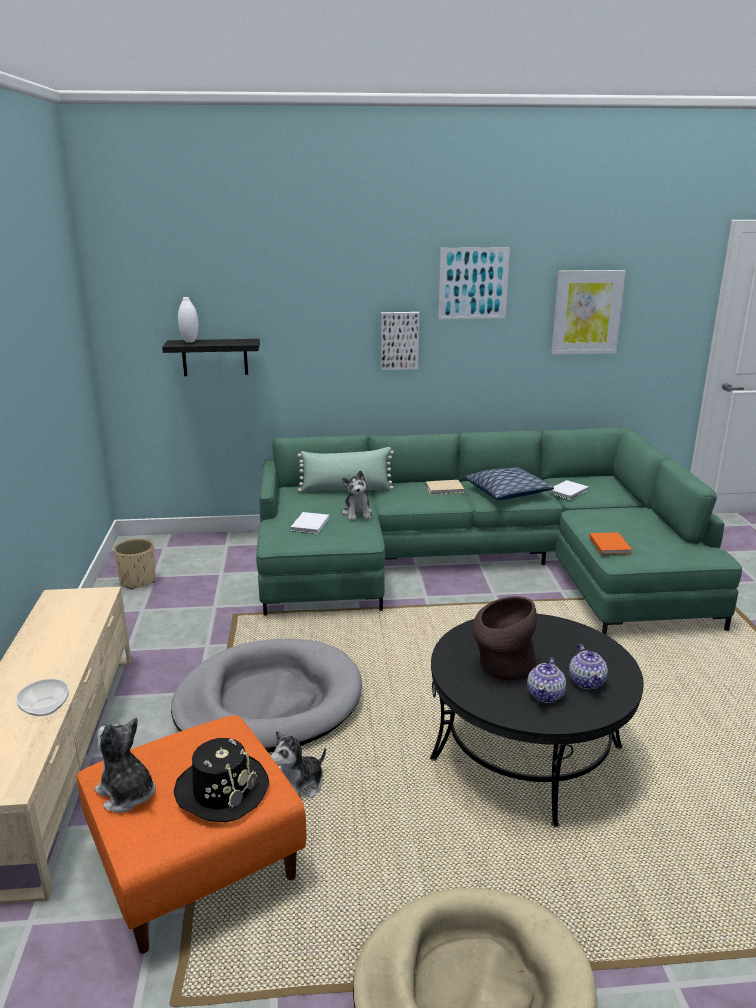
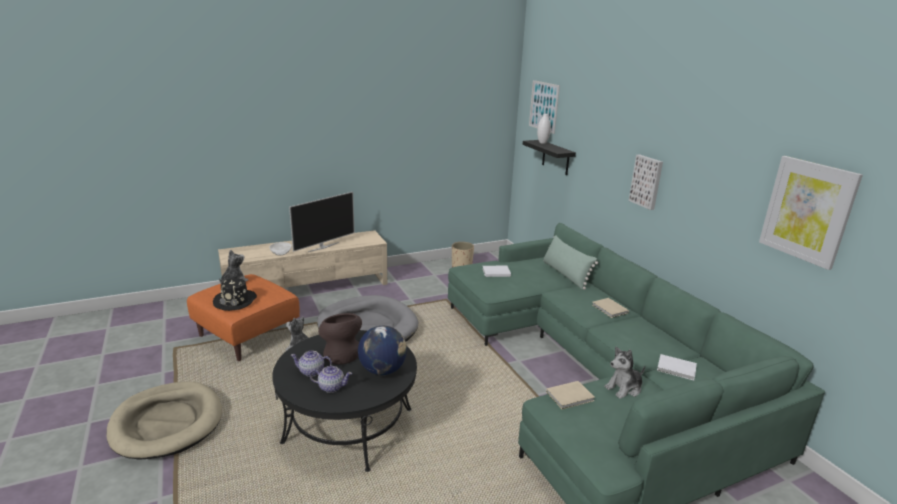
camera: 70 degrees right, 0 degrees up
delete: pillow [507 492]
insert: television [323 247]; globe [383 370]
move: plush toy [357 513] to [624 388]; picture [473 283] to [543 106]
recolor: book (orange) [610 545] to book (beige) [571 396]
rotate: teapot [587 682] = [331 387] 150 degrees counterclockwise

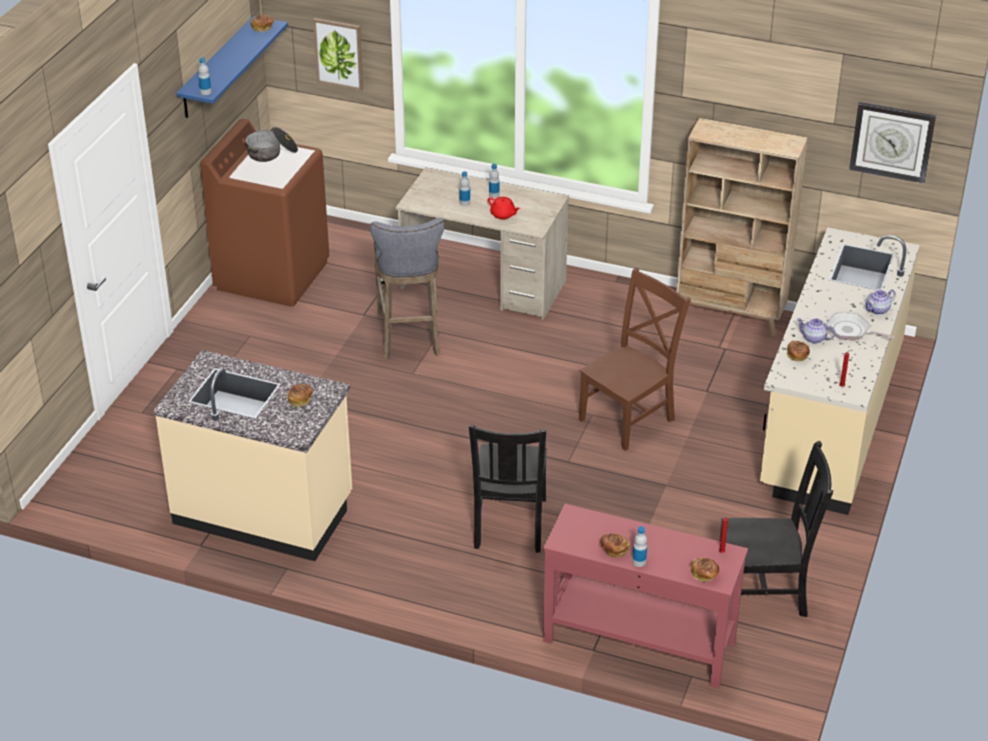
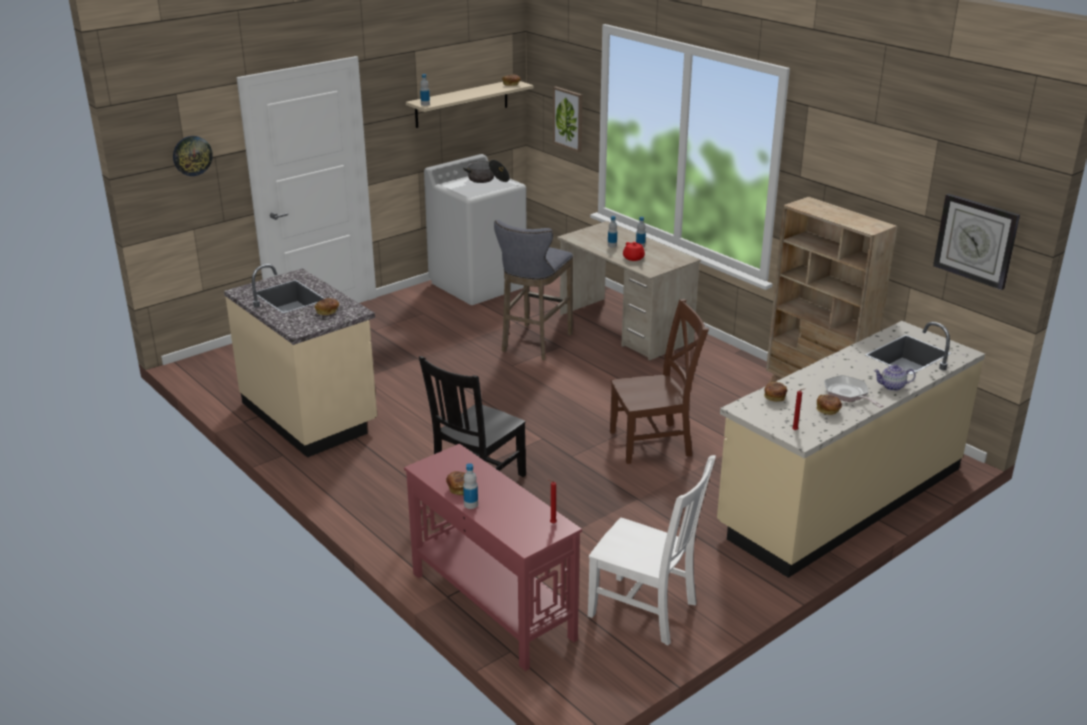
camera: 30 degrees right, 10 degrees down
delete: teapot [813 338]
insert: wall clock [192 155]
move: bread [704 575] to [828 410]
recolor: shelf (blue) [217 68] to shelf (beige) [462 103]; washing machine (brown) [272 275] to washing machine (white) [478 284]; chair (black) [765 593] to chair (white) [646 611]

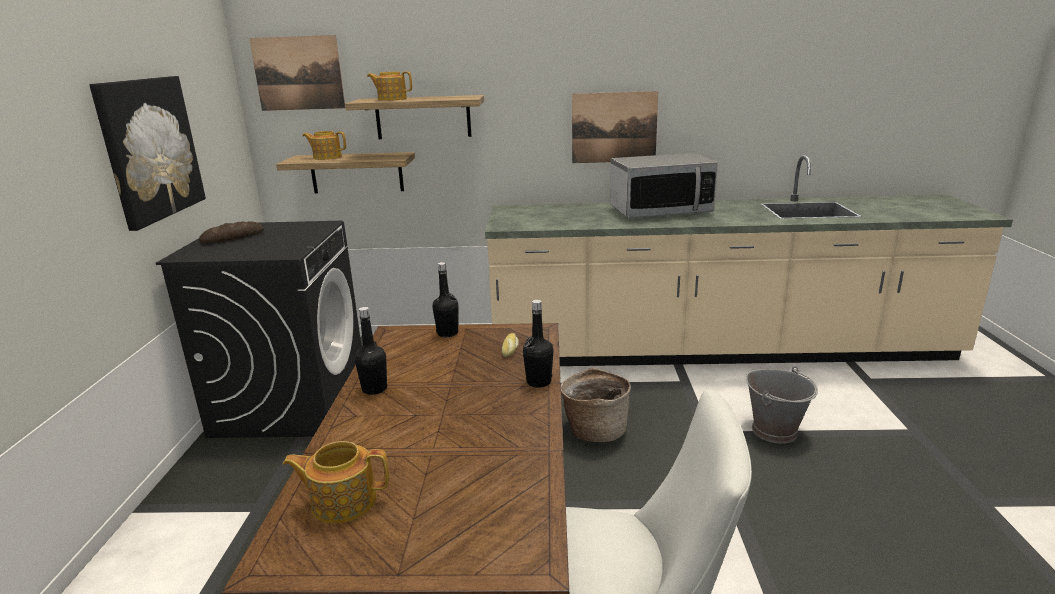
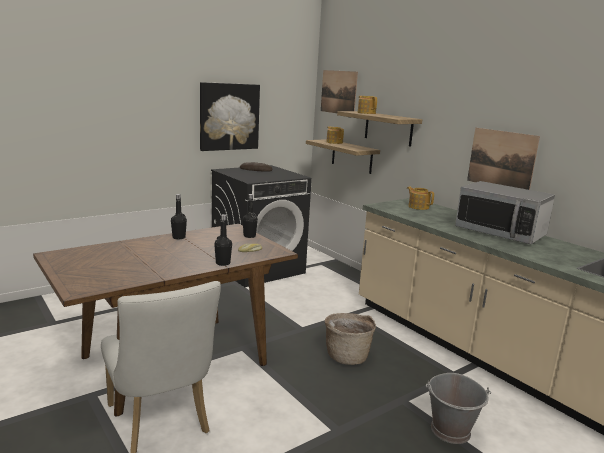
camera: 50 degrees right, 5 degrees down
move: teapot [342 501] to [418 207]

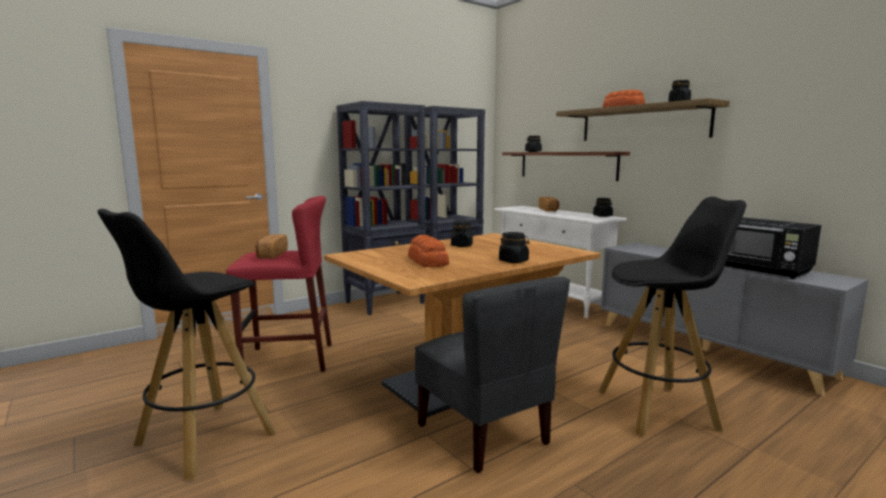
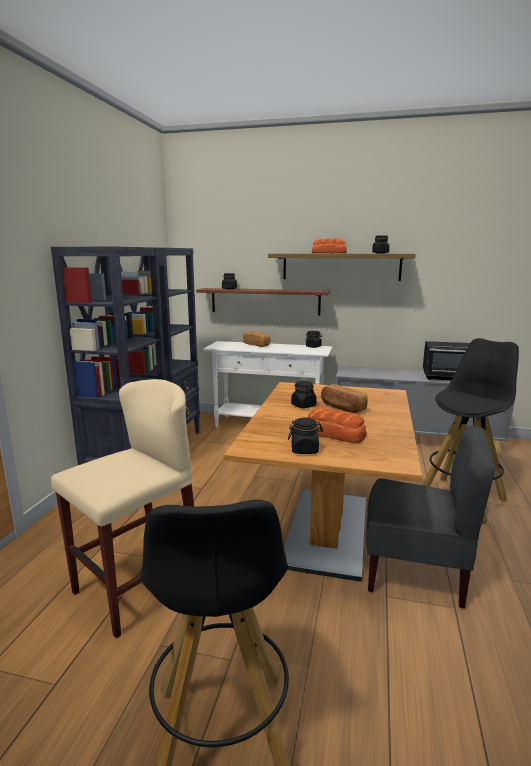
camera: 40 degrees left, 5 degrees up
move: bread [271 255] to [342 408]; jar (black) [513 261] to [305 450]
recolor: stool (red) [288 359] to stool (beige) [138 587]

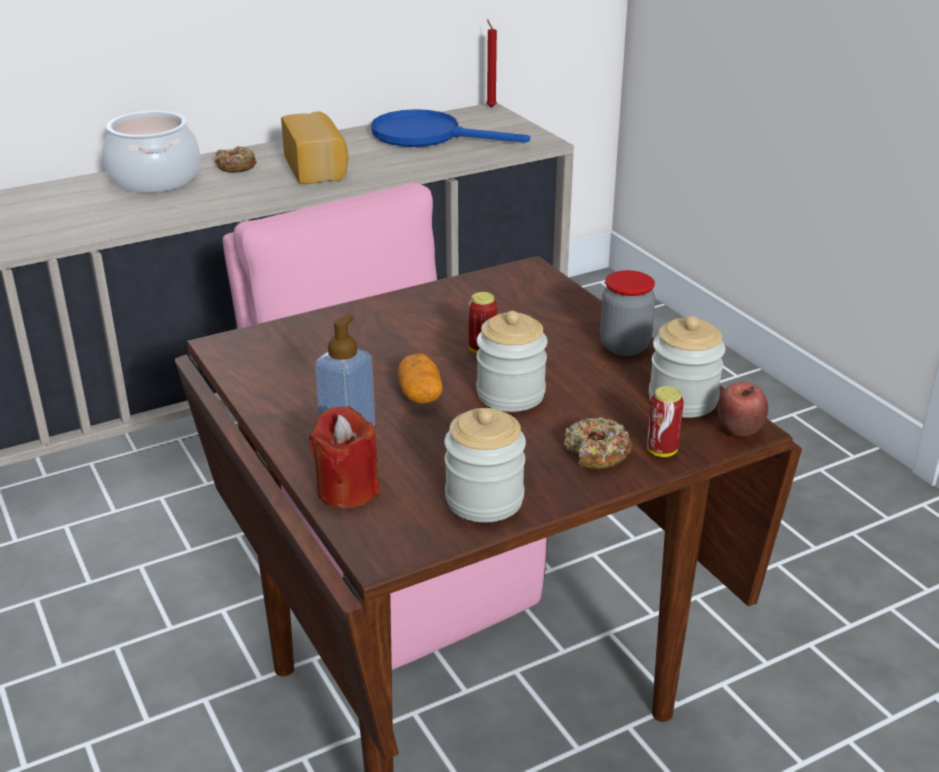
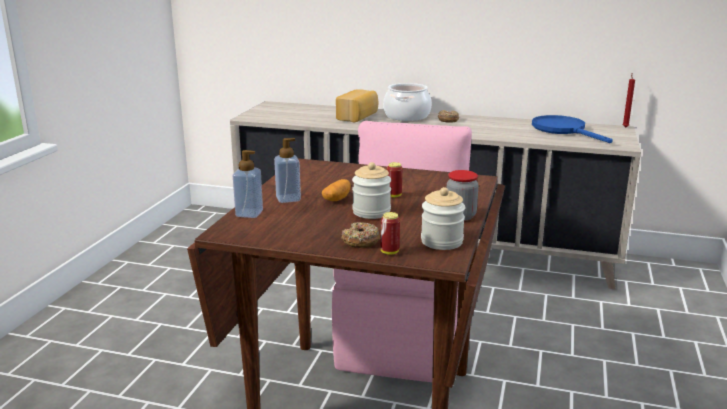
camera: 45 degrees right, 10 degrees down
delete: jar [484 500]; apple [739 432]
move: bread [317 168] to [358 117]
replace: candle (red) [347 490] to soap dispenser [249 213]

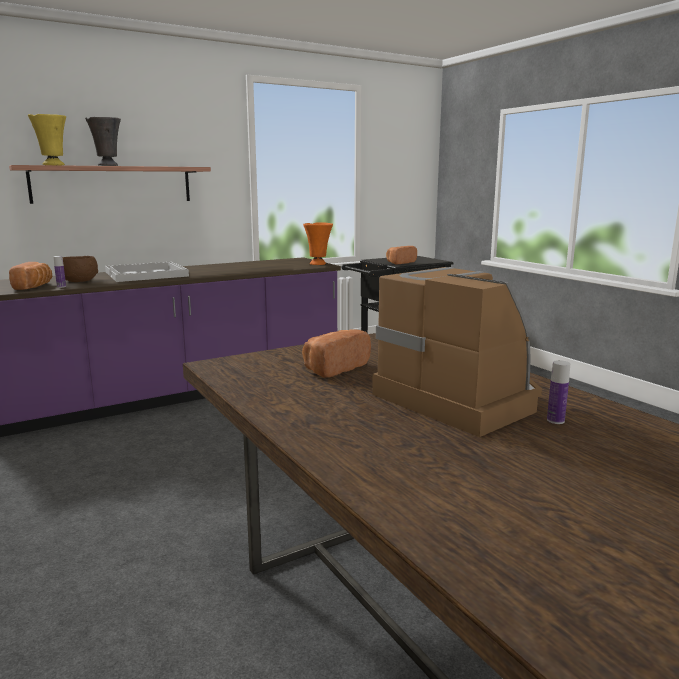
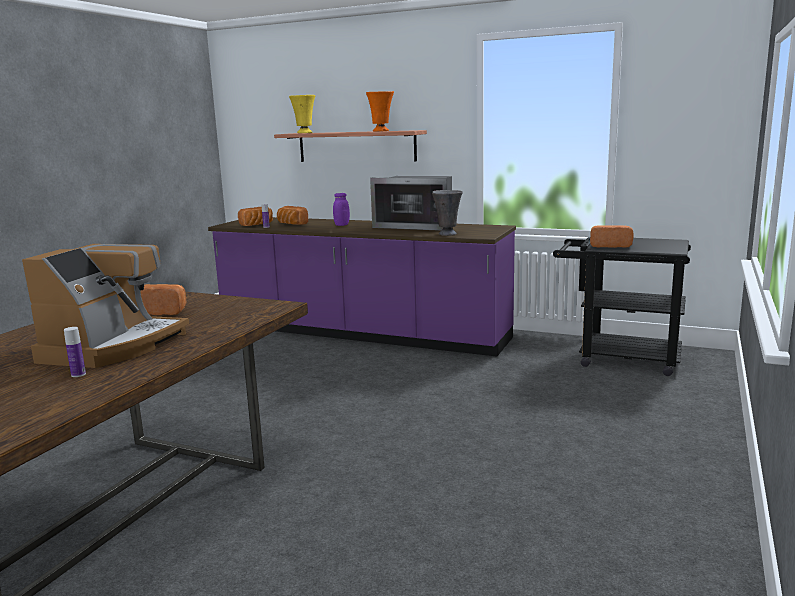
camera: 55 degrees right, 0 degrees up
insert: microwave [416 226]
move: vase (grey) [107 165] to [447 234]; vase (orange) [318 264] to [381 131]
replace: bowl (brown) [79 281] to bread [291 224]; tray (white) [147 274] to jar (purple) [341 225]

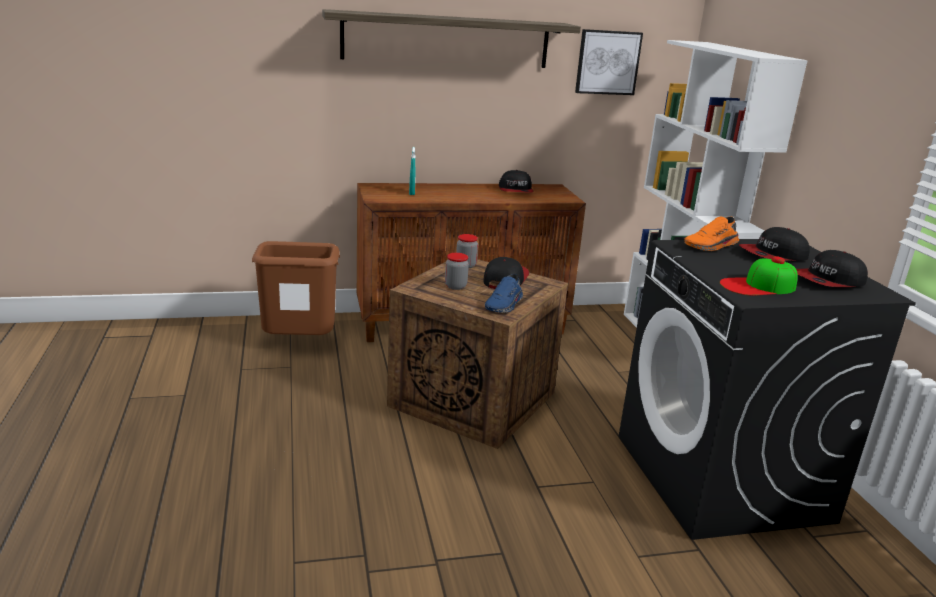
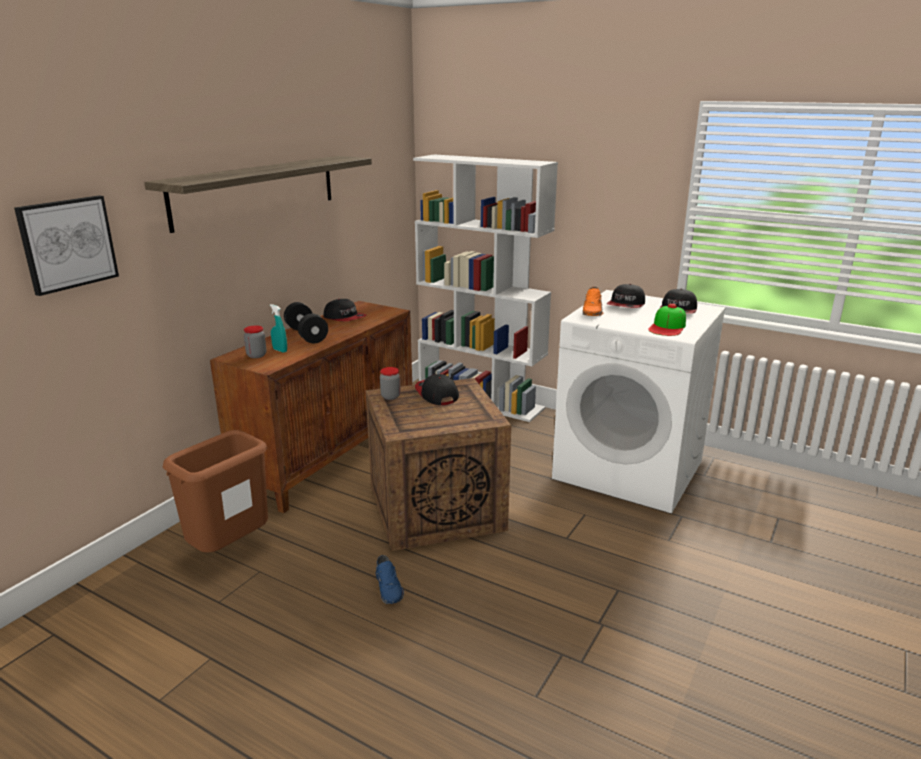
camera: 45 degrees left, 0 degrees up
insert: dumbbell (black) [306 335]
move: jar [455 286] to [256 355]; shoe (blue) [505 305] to [389 588]; picture [607 62] to [67 243]
recolor: washing machine (black) [722 478] to washing machine (white) [629 470]

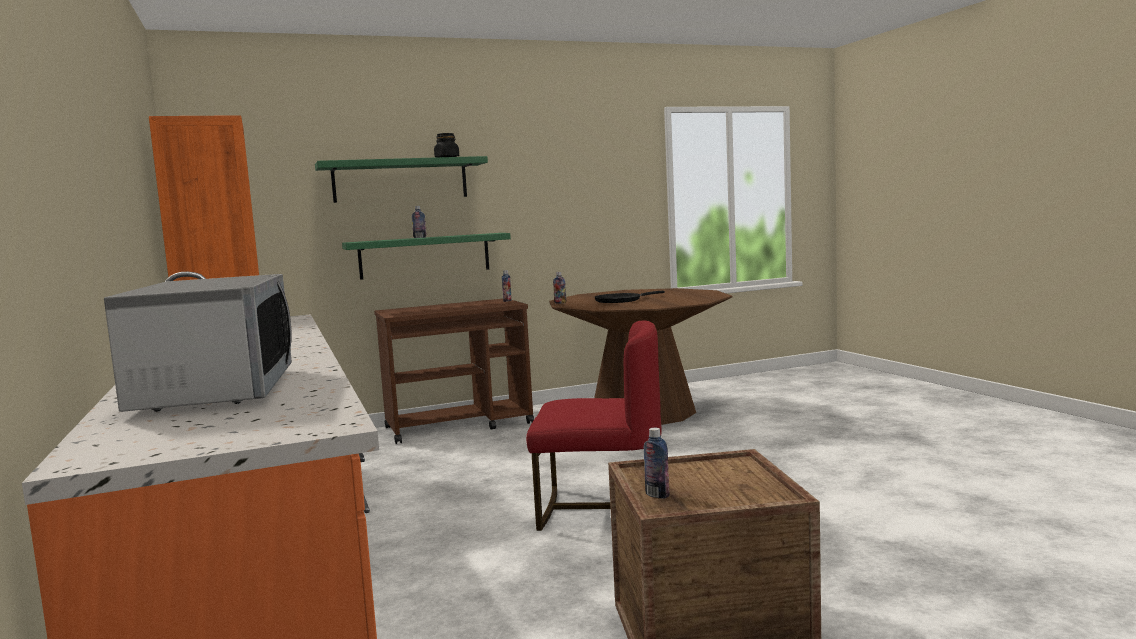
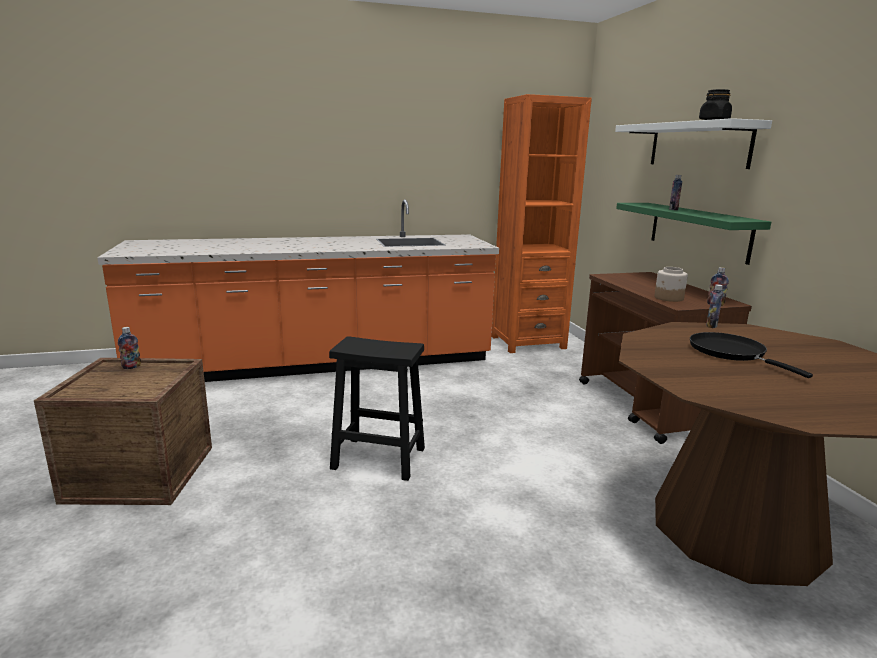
camera: 95 degrees right, 10 degrees up
delete: microwave [215 391]
insert: jar [668 298]
replace: chair (red) [600 508] to stool (black) [377 458]
recolor: shelf (green) [400 180] to shelf (white) [698 145]

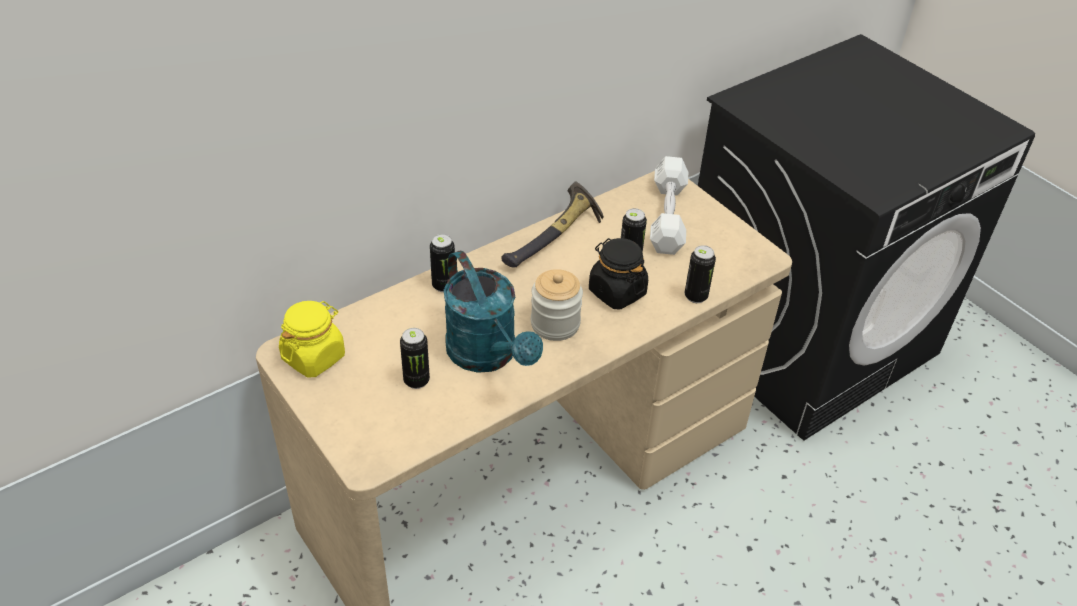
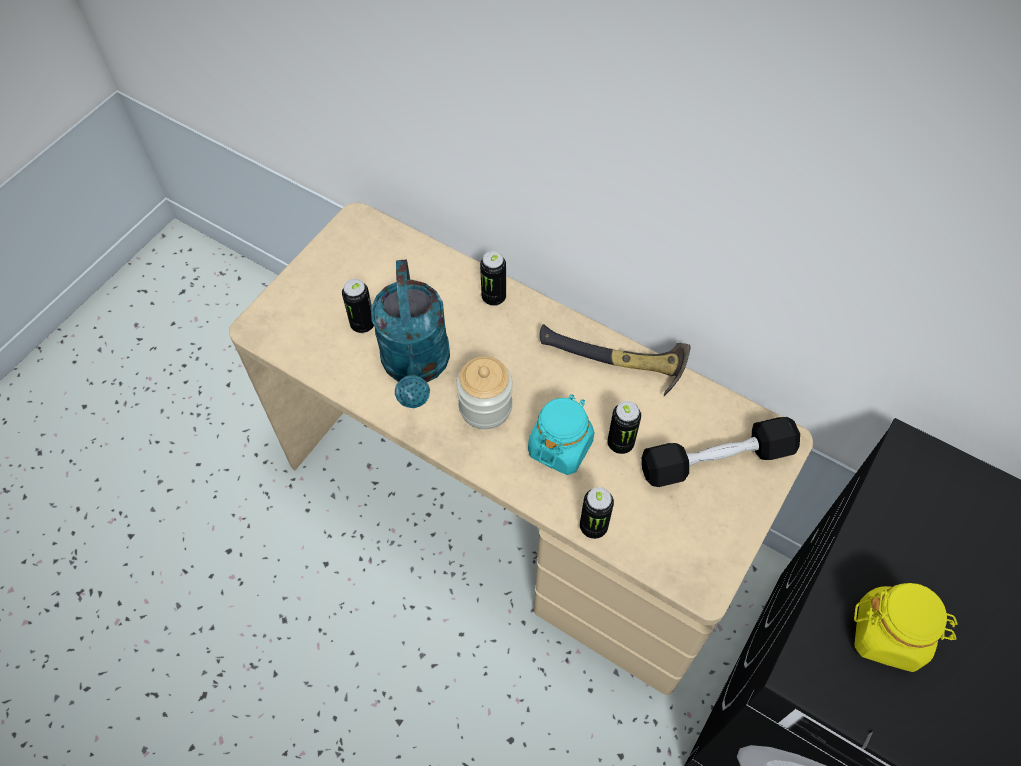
camera: 70 degrees right, 15 degrees up
move: jar (yellow) [314 357] to [888 634]
recolor: jar (black) [616 292] to jar (turquoise) [560 447]; dumbbell (white) [667 216] to dumbbell (black) [716 460]
rotate: watering can (turquoise) [488 356] = [417 367] 45 degrees counterclockwise

